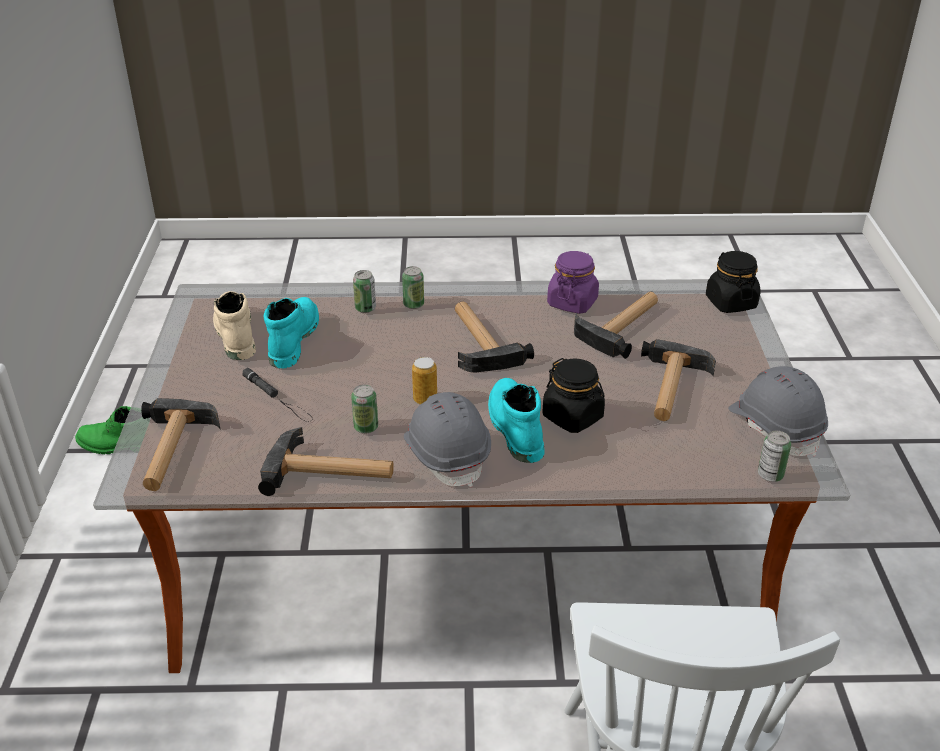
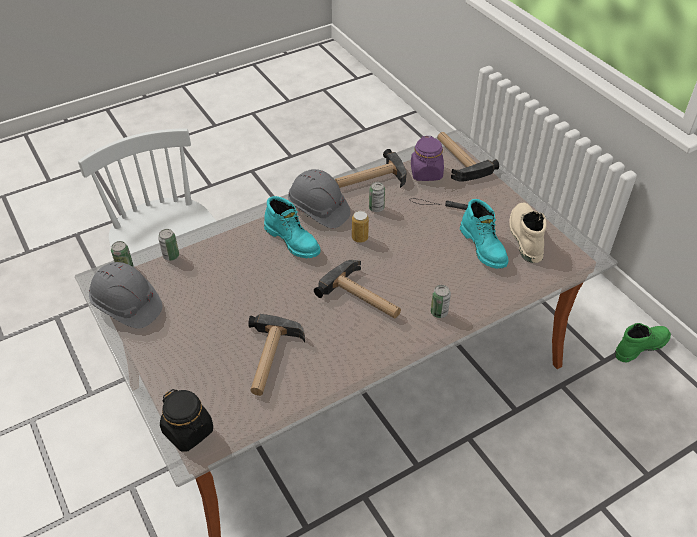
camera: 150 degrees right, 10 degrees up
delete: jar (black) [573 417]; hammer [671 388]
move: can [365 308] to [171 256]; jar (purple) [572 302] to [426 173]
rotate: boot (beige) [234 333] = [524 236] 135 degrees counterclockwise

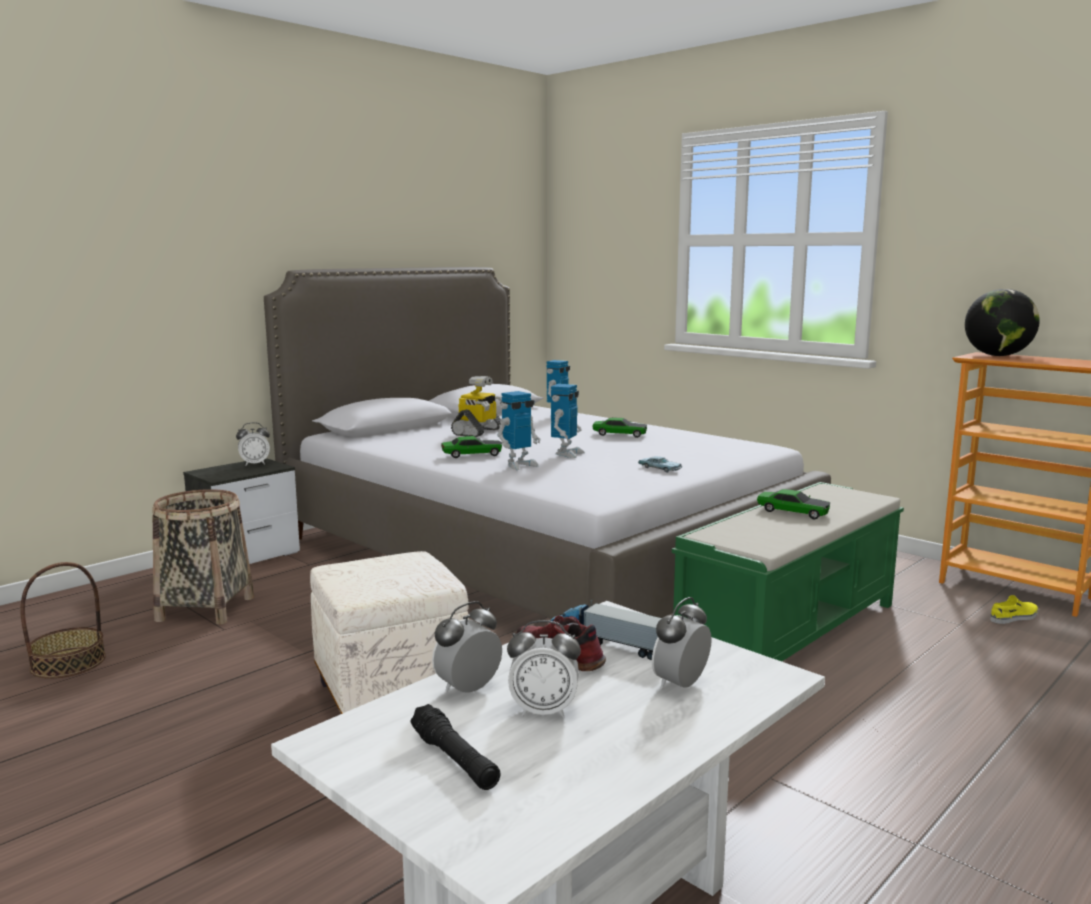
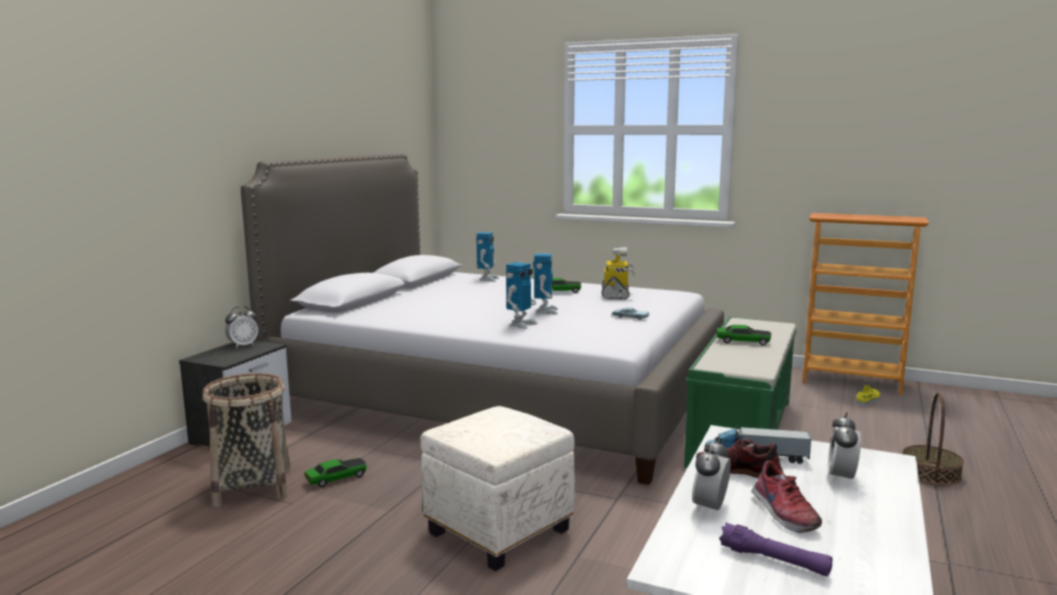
camera: 20 degrees left, 0 degrees up
delete: globe [997 355]
move: basket [68 663] to [930 473]; toy car [472 455] to [336 478]; toy robot [478 432] to [616 295]
replace: alarm clock [543 711] to shoe [782 513]
recolor: flashlight (black) [455 760] to flashlight (purple) [774 560]

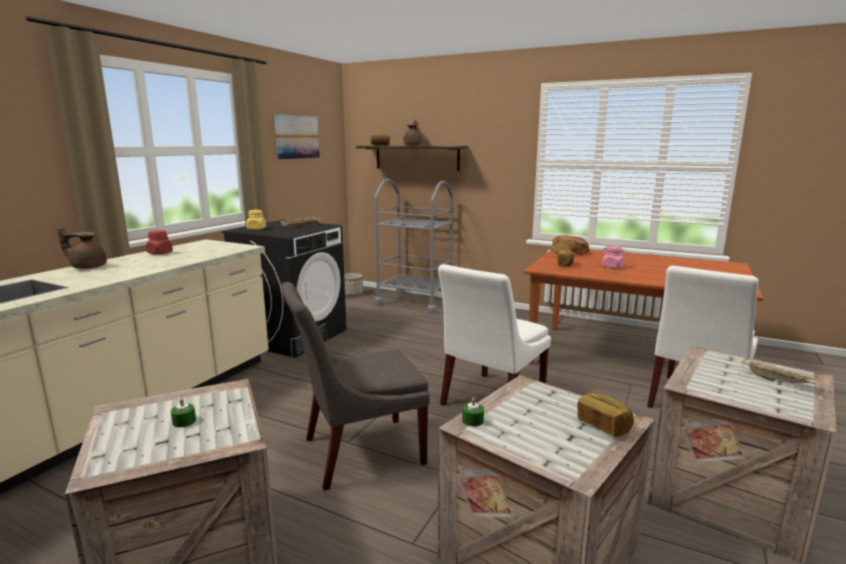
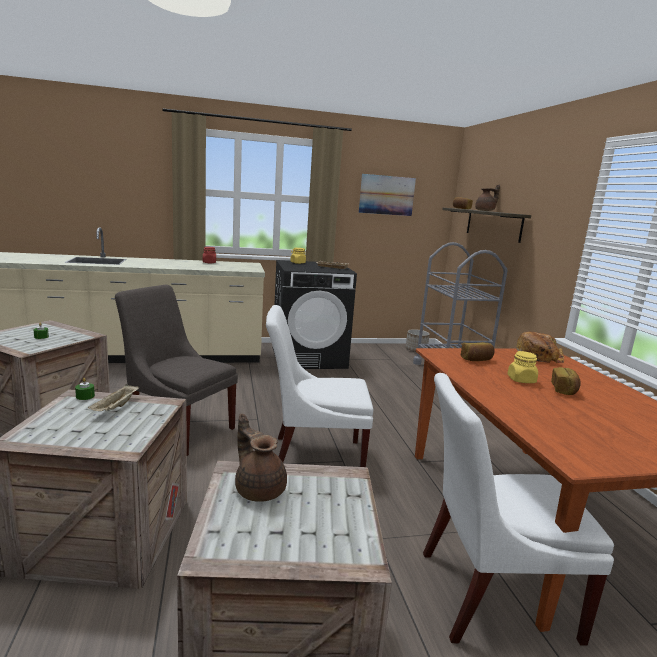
camera: 50 degrees right, 0 degrees up
move: teapot (brown) [88 267] to [259 489]; bread [603 425] to [564 390]; tray (beige) [778 381] to [116 408]
recolor: jar (pink) [612 267] to jar (yellow) [521 380]

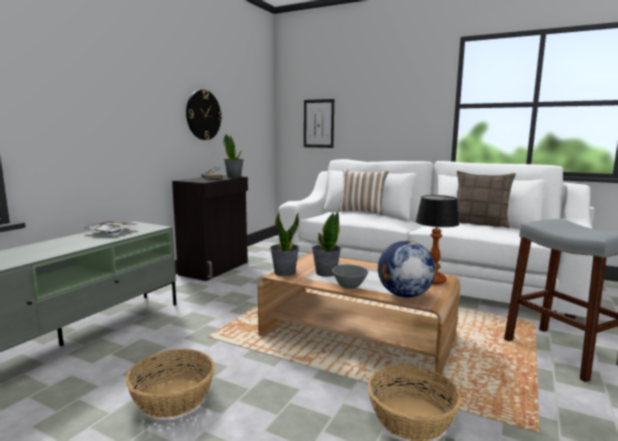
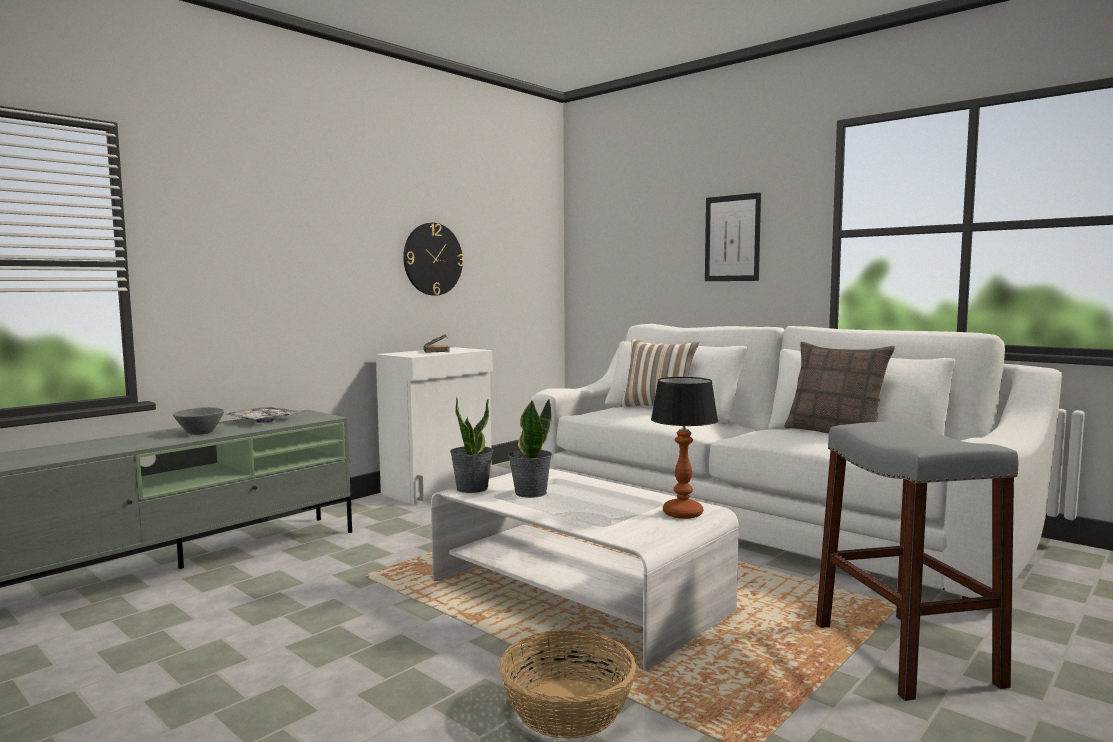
camera: 15 degrees right, 5 degrees down
delete: basket [173 397]; potted plant [234 177]; globe [404 295]
move: picture [318 123] to [732 238]; bowl (grey) [348 286] to [198 433]
recolor: cabinet (black) [215 268] to cabinet (white) [439 488]; coffee table (brown) [357 336] to coffee table (white) [577 596]

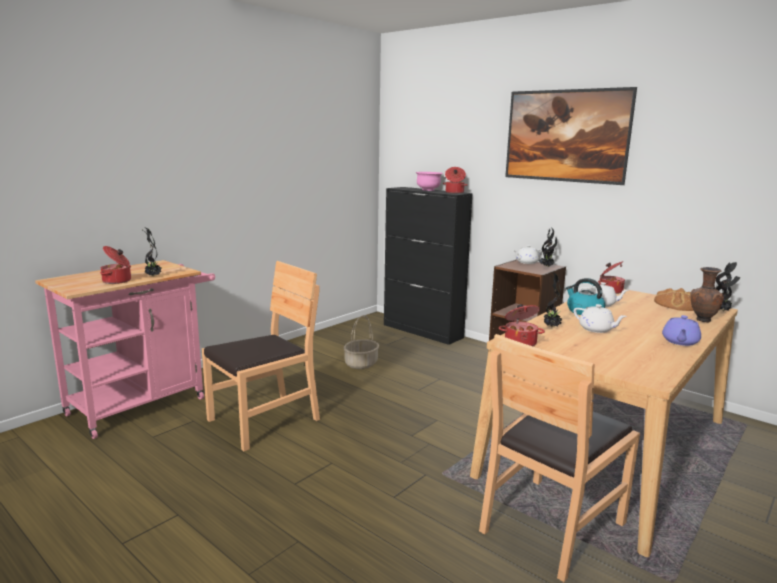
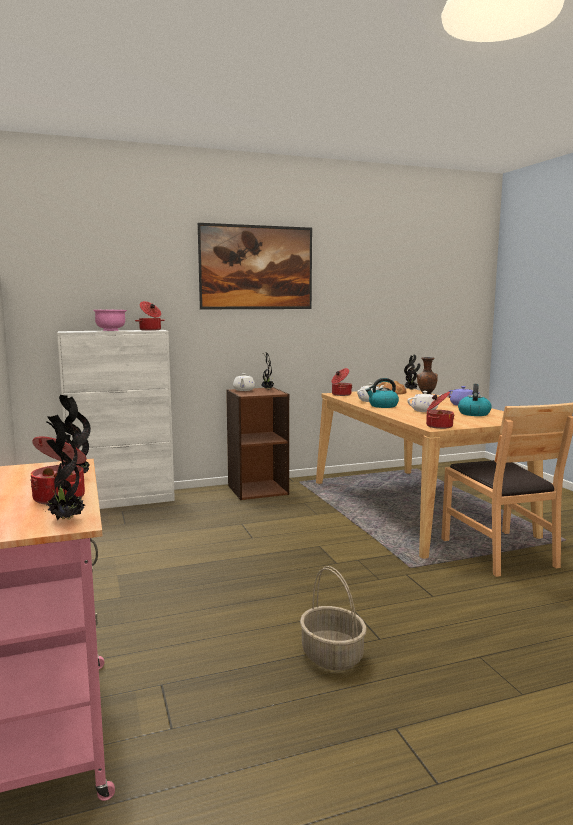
camera: 60 degrees left, 5 degrees down
delete: chair (brown) [264 421]
insert: kettle [474 413]
move: basket [361 364] to [333 656]; potted plant [551 327] to [65 520]
recolor: cabinet (black) [423 331] to cabinet (white) [123 501]

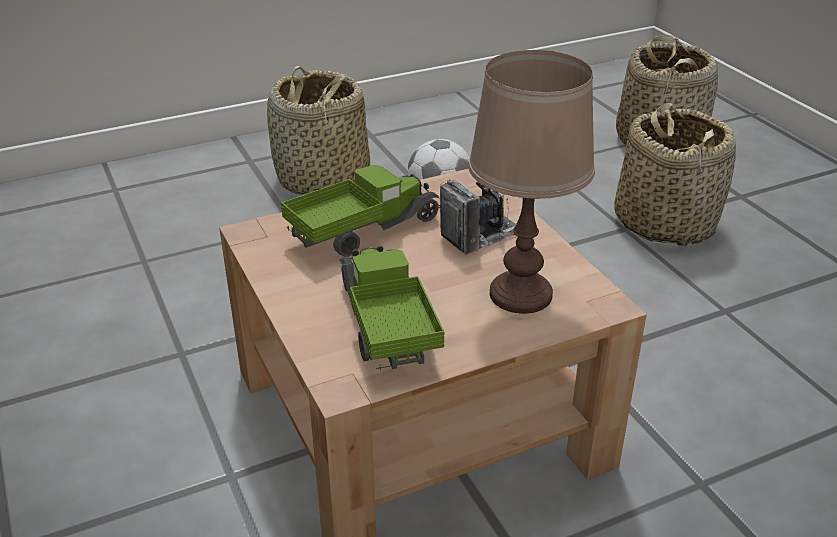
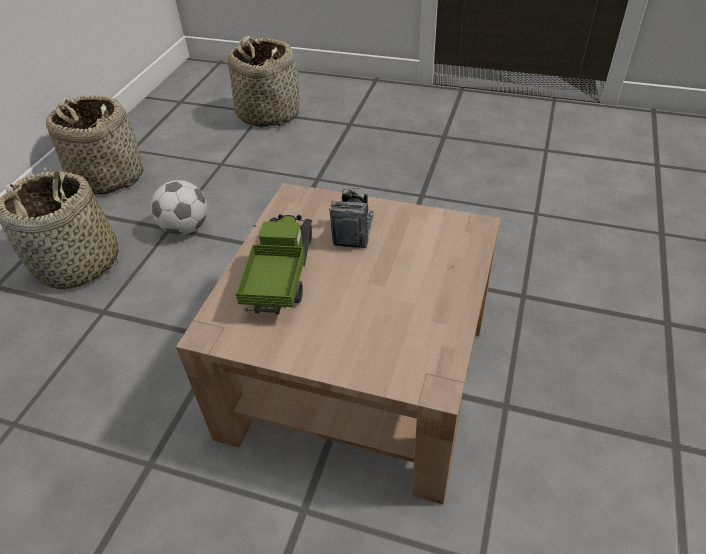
camera: 45 degrees left, 10 degrees up
delete: toy truck [385 326]; table lamp (brown) [519 294]
move: basket [665 222] to [108 177]

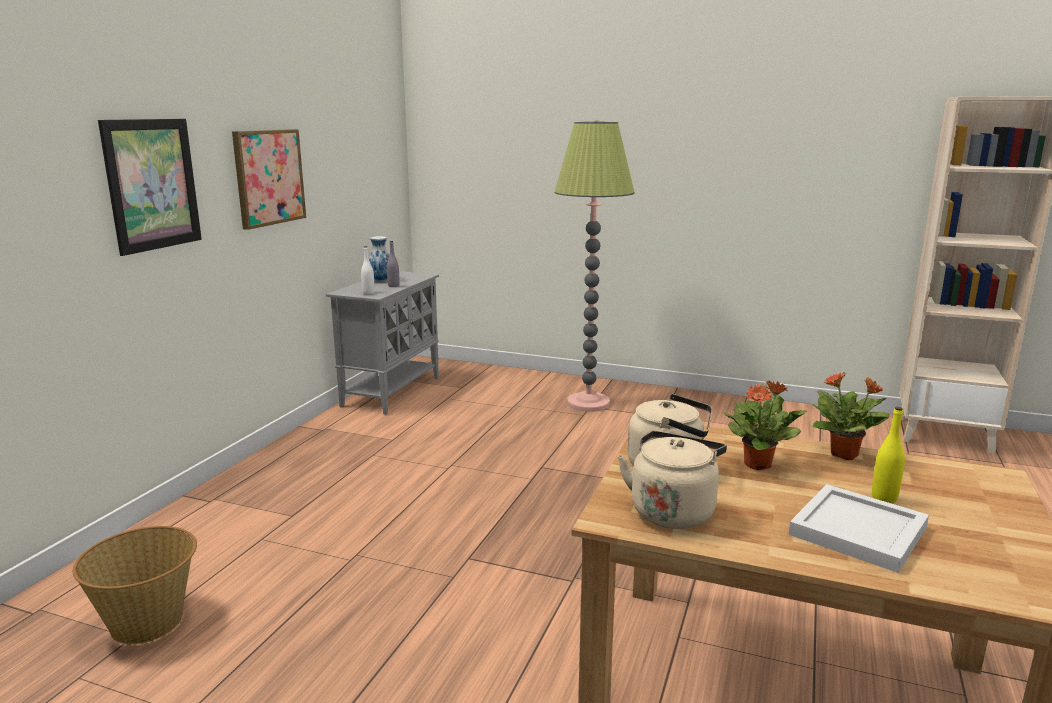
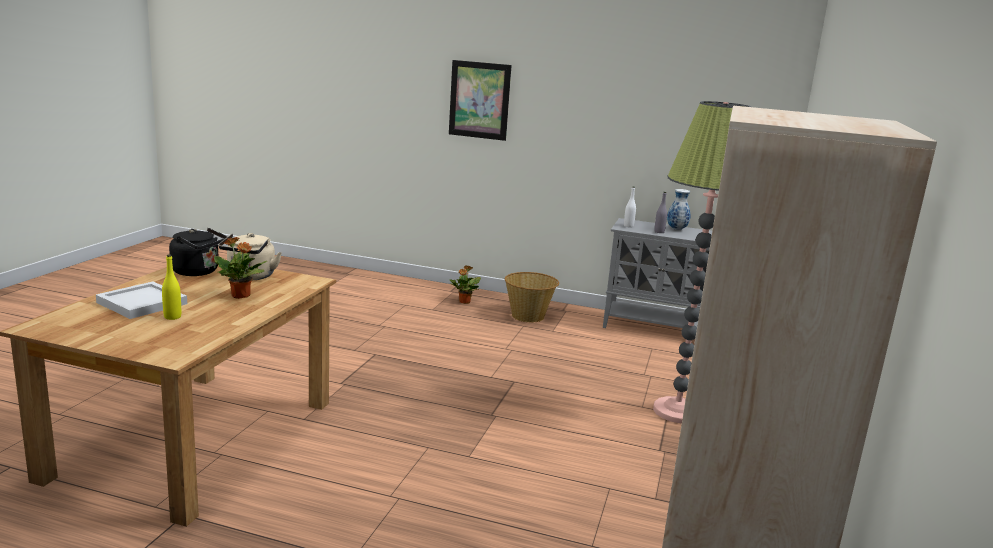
camera: 85 degrees right, 0 degrees up
delete: picture [269 177]
move: basket [148 621] to [528 316]; potted plant [845 455] to [464 302]
recolor: kettle (beige) [673 510] to kettle (black) [198 272]

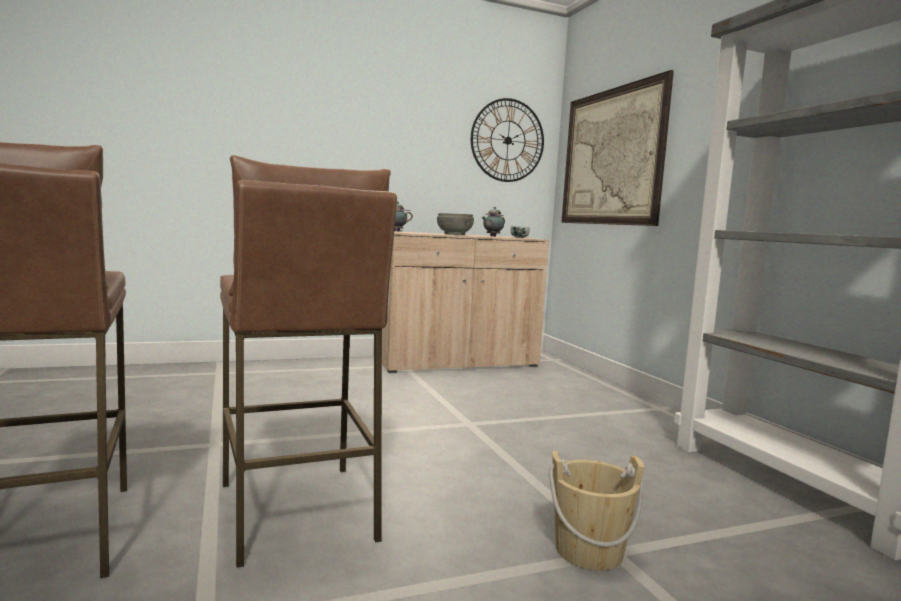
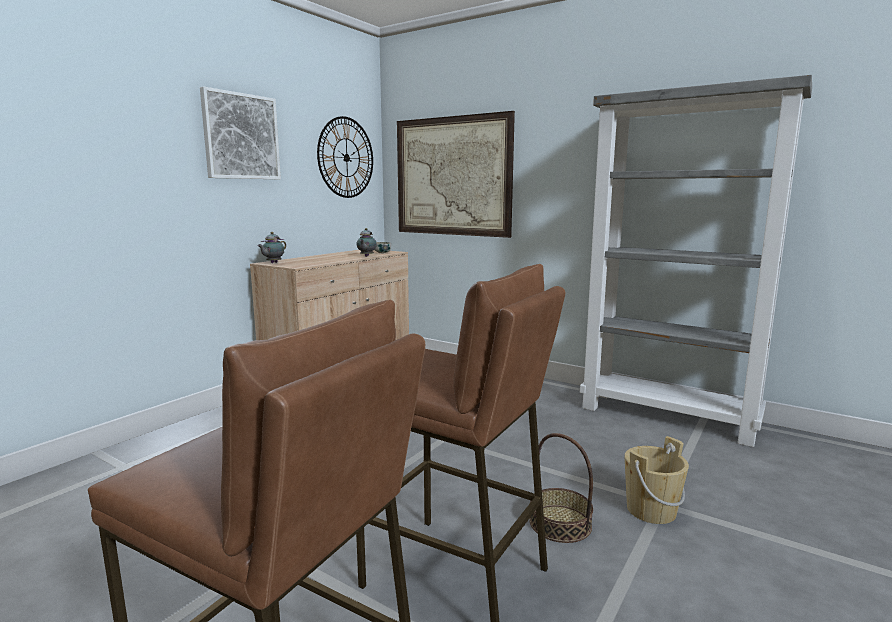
camera: 35 degrees left, 5 degrees up
delete: bowl (grey) [455 234]
insert: picture [241 136]; basket [560 523]

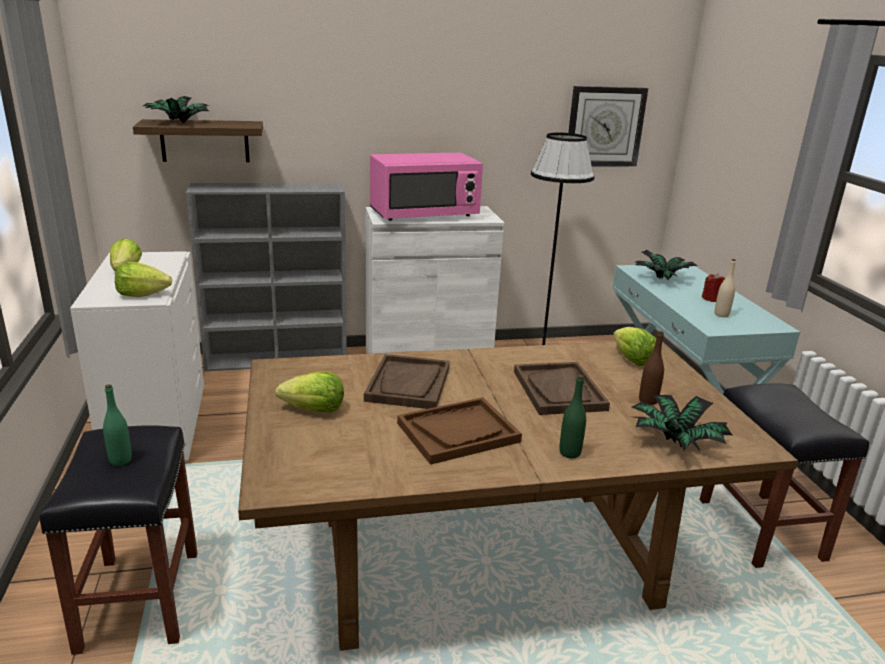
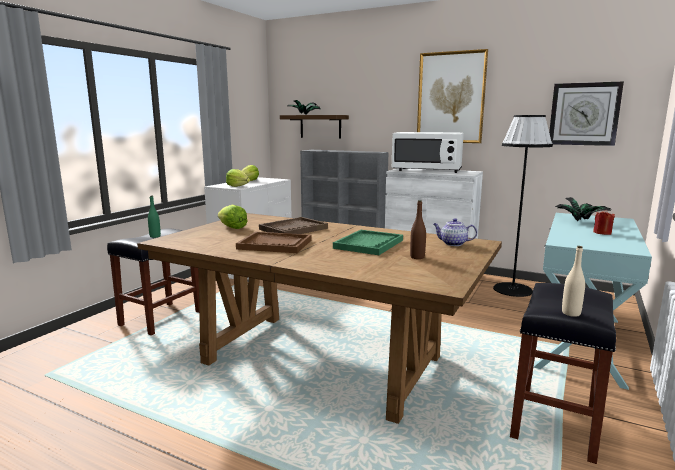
camera: 40 degrees right, 10 degrees down
delete: bottle (green) [569 453]; potted plant [675 442]
insert: picture [451 98]
move: bottle (beige) [721 315] to [571 313]
replace: lettuce [632 360] to teapot [453 244]
recolor: microwave (pink) [424 215] to microwave (white) [427 171]; tray (brown) [559 390] to tray (green) [369 244]

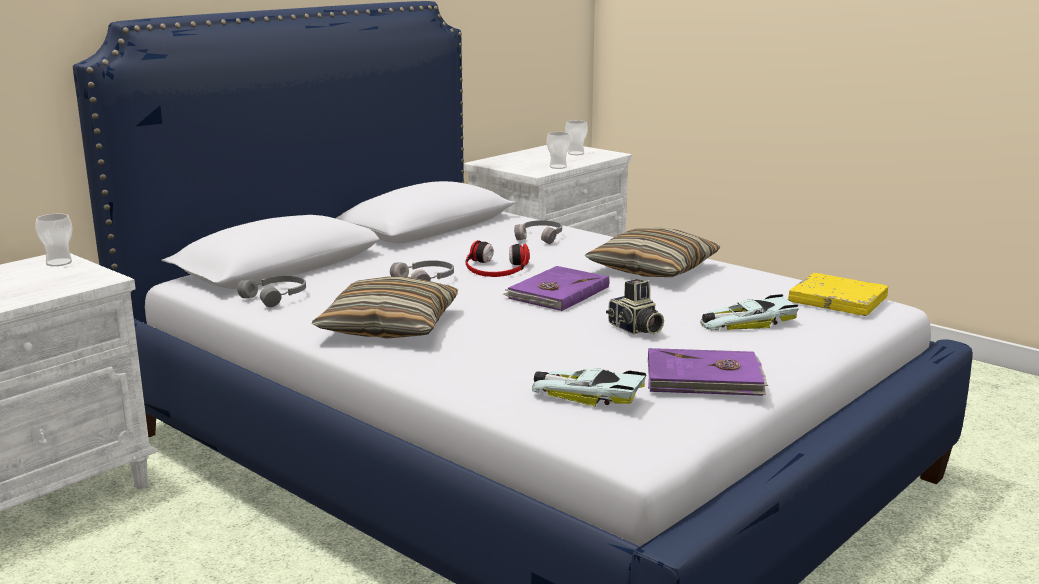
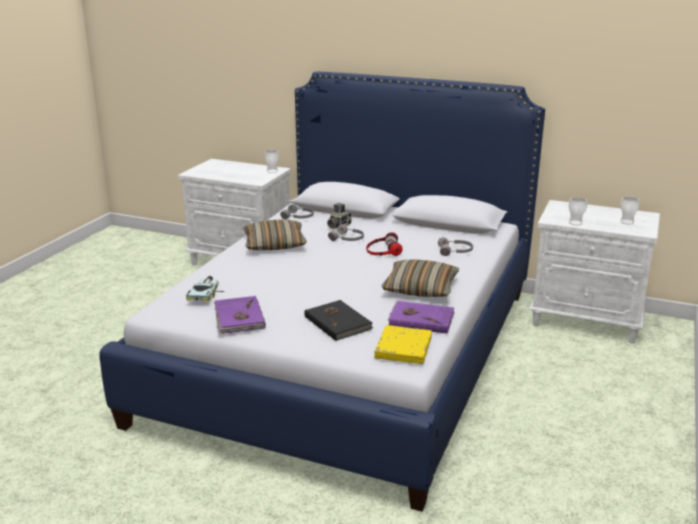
camera: 70 degrees right, 5 degrees up
move: book (purple) [557 293] to [421 319]; photo camera [635 329] to [338 226]
replace: toy car [745 321] to book (black) [338 322]

